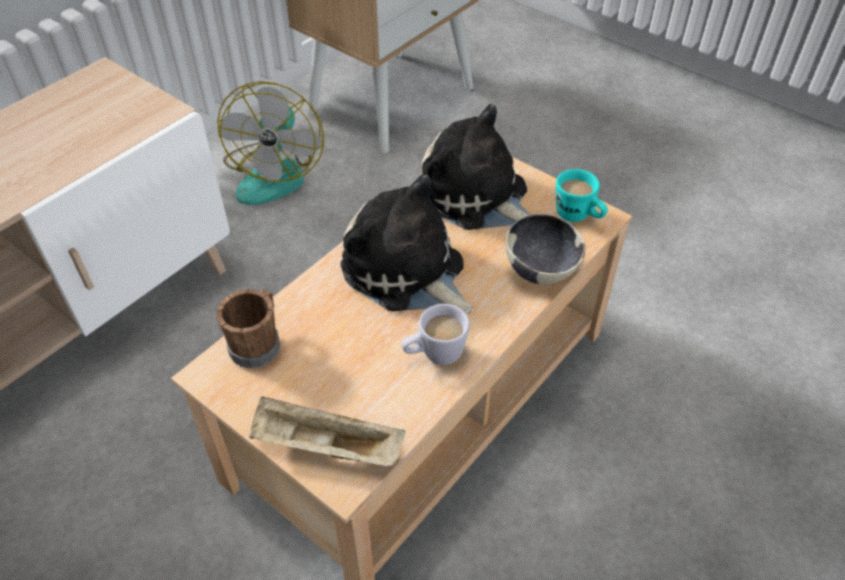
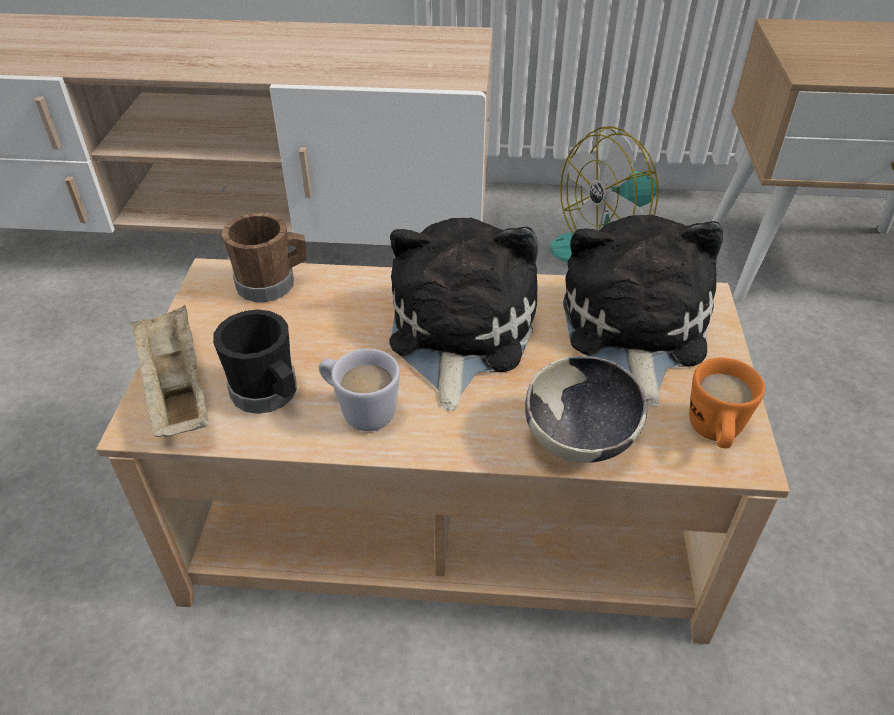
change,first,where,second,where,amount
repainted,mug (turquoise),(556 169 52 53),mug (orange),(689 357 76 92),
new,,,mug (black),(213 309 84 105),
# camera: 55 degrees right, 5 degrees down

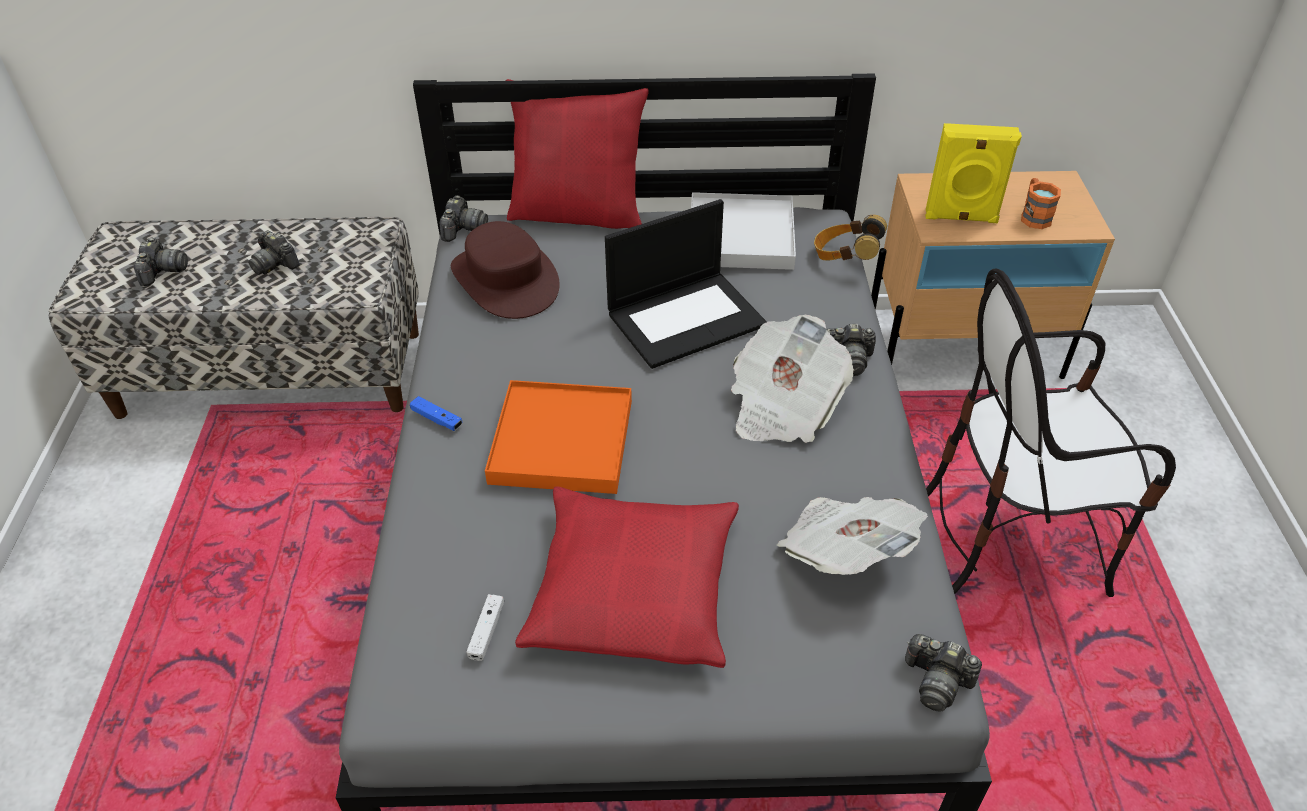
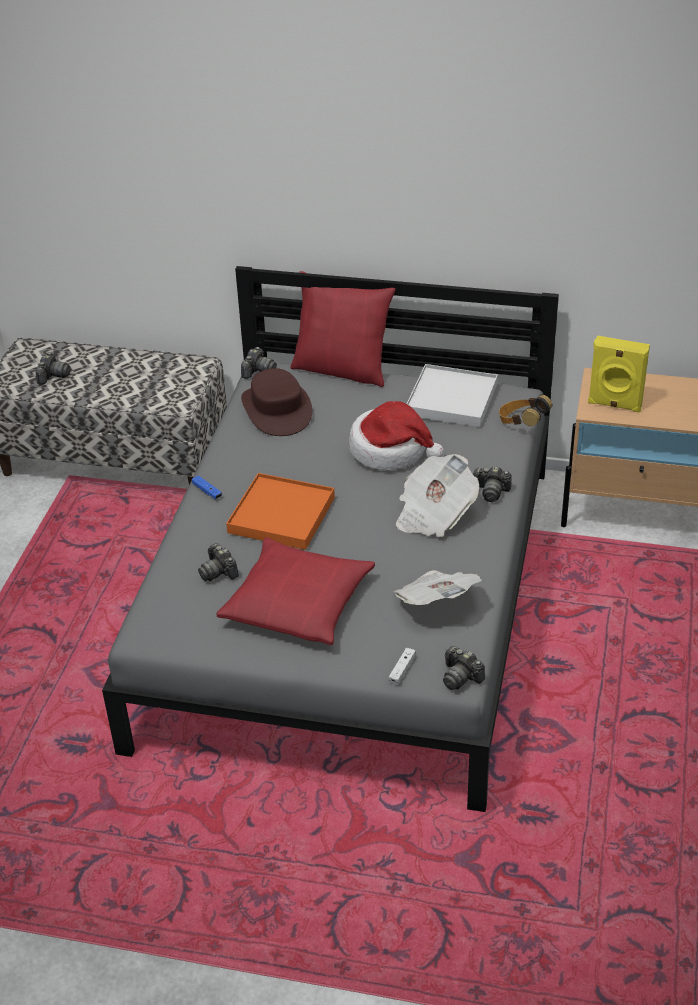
change,first,where,second,where,amount
gone,mug (orange),(1021 178 40 51),,,
swapped,laptop,(605 199 162 170),hat,(349 401 95 69),
shifted,photo camera,(248 230 52 45),,(198 543 41 38),
gone,chair,(926 268 250 329),,,
shifted,game controller (white),(466 594 38 67),,(389 648 27 37),
# camera: 15 degrees right, 5 degrees down

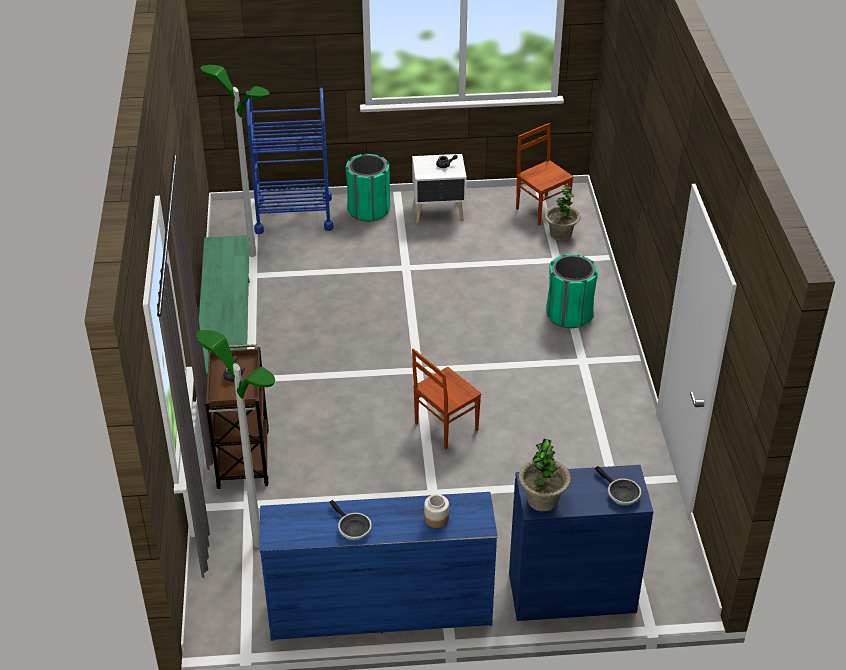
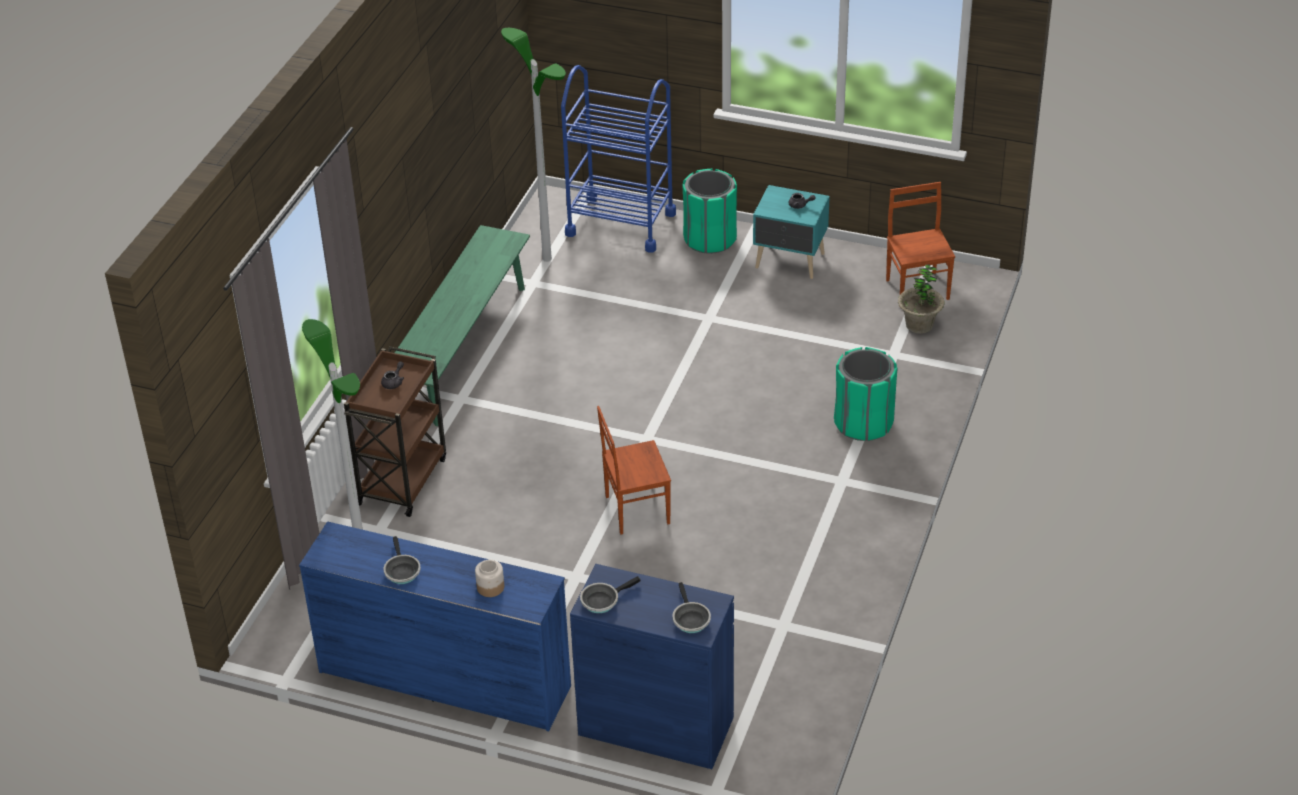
change,first,where,second,where,amount
repainted,nightstand (white),(412 154 55 69),nightstand (turquoise),(753 185 77 94),
swapped,potted plant,(518 439 53 73),frying pan,(580 576 60 37),
# camera: 25 degrees right, 0 degrees up

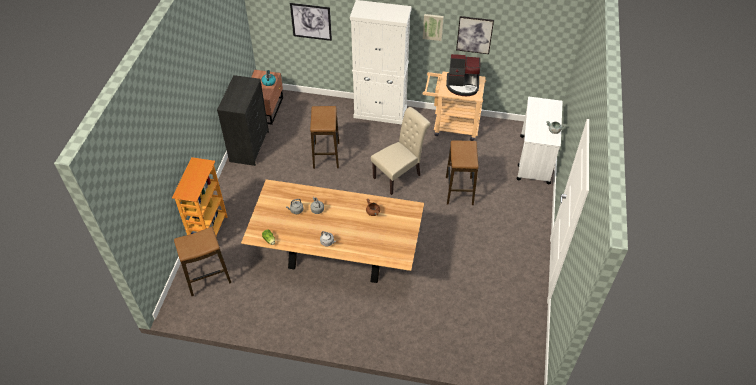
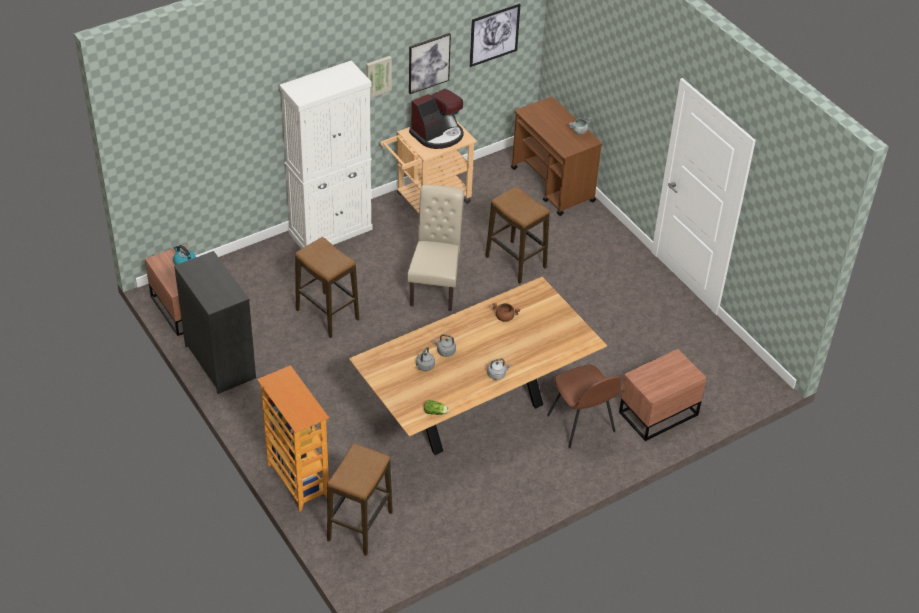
change,first,where,second,where,amount
shifted,picture,(290 3 42 38),,(470 3 51 64),
repainted,cart (white),(517 97 45 87),cart (brown),(511 97 91 119),
new,,,nightstand (brown),(619 349 88 92),
new,,,chair (brown),(547 365 75 83),
# camera: 45 degrees left, 5 degrees down

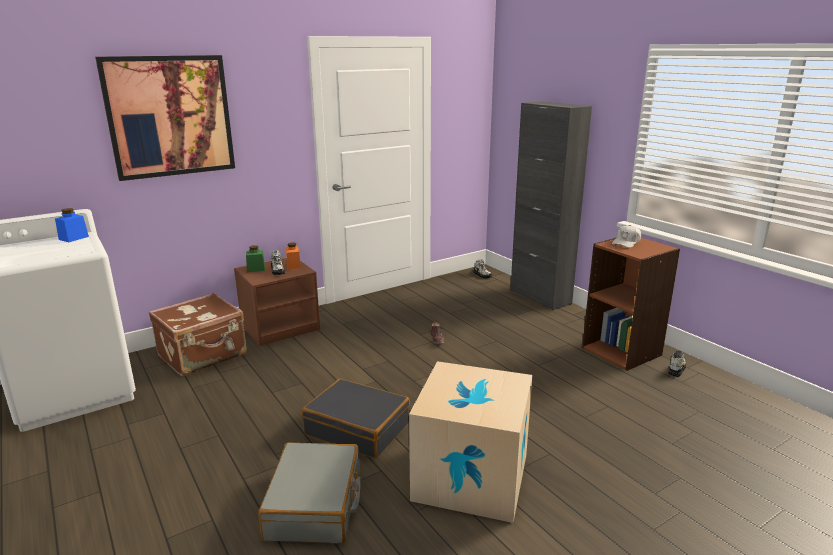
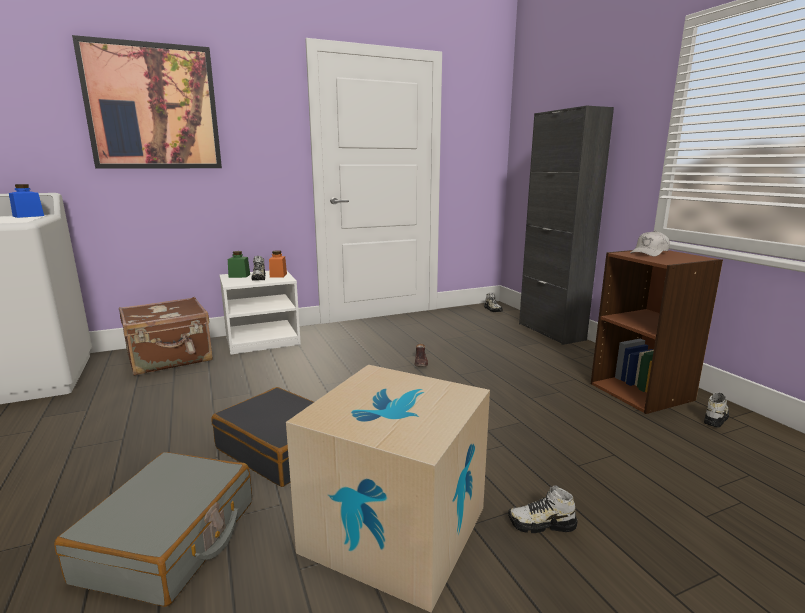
change,first,where,second,where,amount
repainted,nightstand (brown),(234 258 86 88),nightstand (white),(219 271 82 84),
new,,,shoe,(508 485 70 48),
# camera: 10 degrees right, 5 degrees down

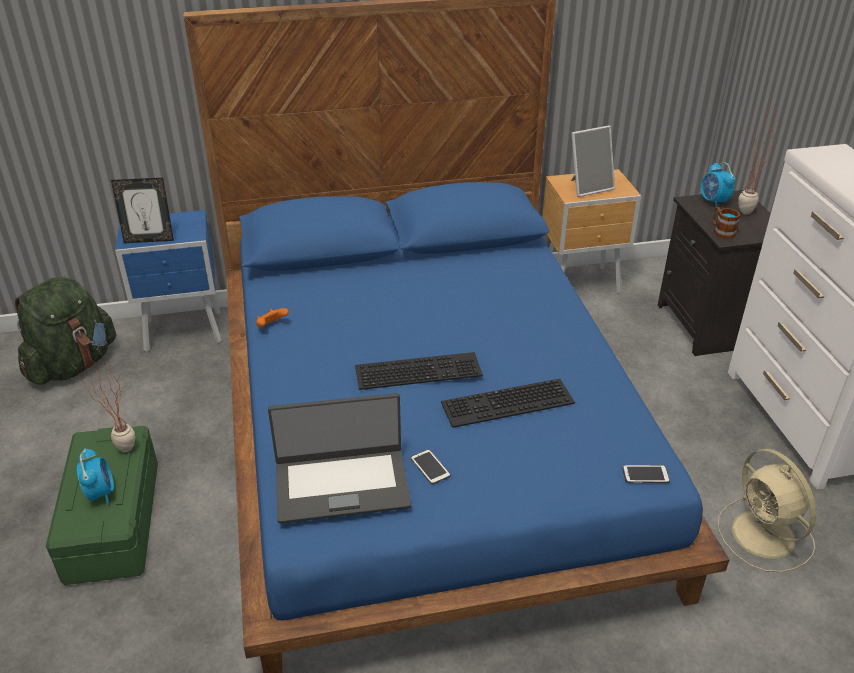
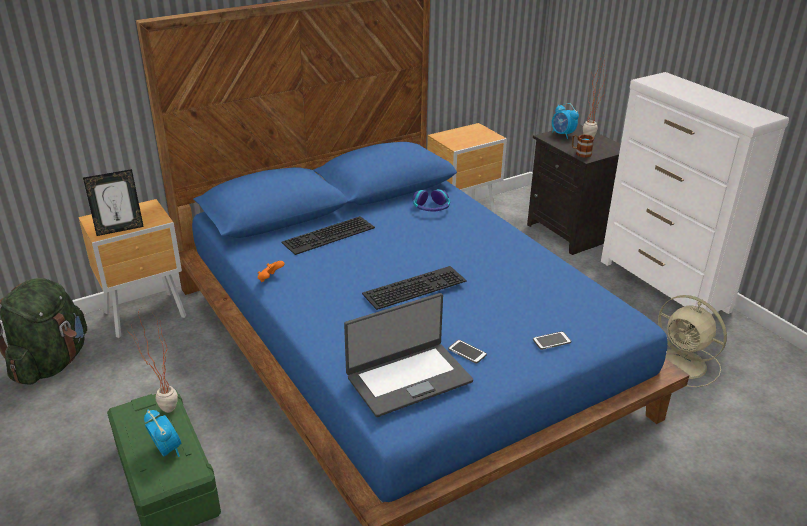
change,first,where,second,where,amount
gone,picture frame,(571 125 44 72),,,
repainted,nightstand (blue),(115 210 107 142),nightstand (brown),(78 199 108 139),
shifted,keyboard,(441 379 134 49),,(281 216 94 39),
shifted,phone,(623 465 47 18),,(533 331 38 19),
new,,,headphones,(413 189 37 23),
# camera: 20 degrees left, 5 degrees down

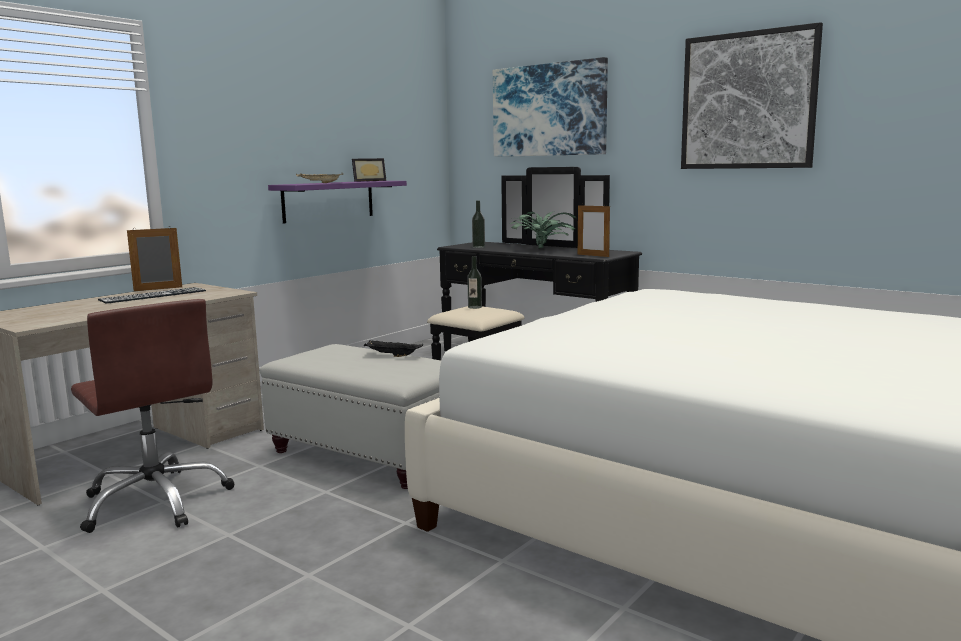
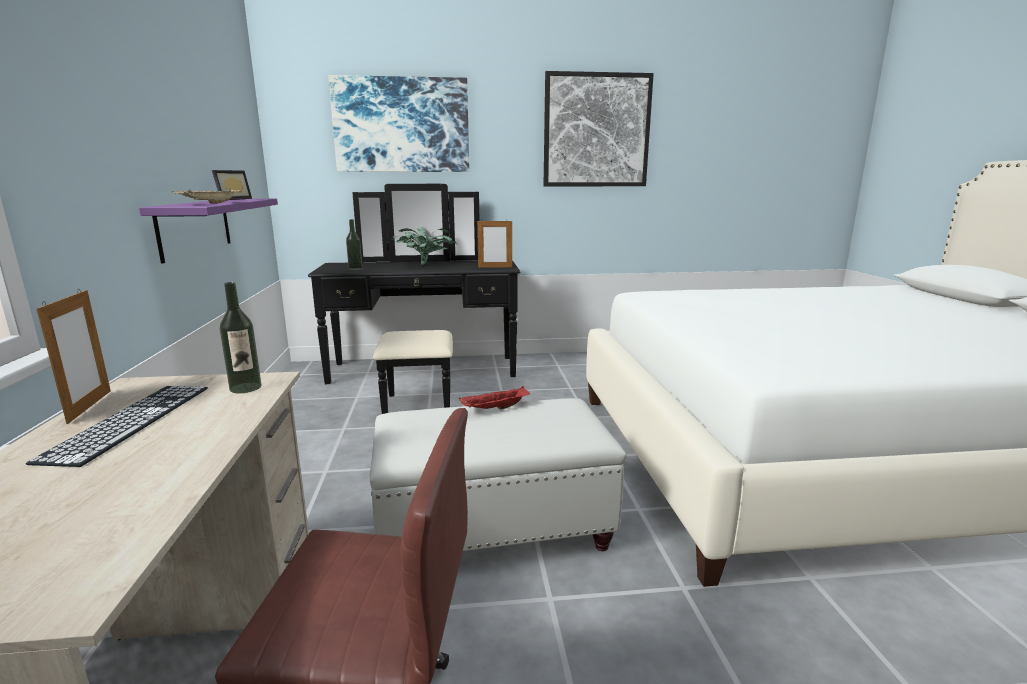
change,first,where,second,where,amount
rotated,picture frame,(127 226 55 65),,(37 289 74 135),150 degrees clockwise
shifted,bottle,(467 256 15 53),,(220 282 42 111),
repainted,tray (black),(364 340 59 17),tray (red),(459 386 71 24),
# camera: 45 degrees left, 5 degrees up

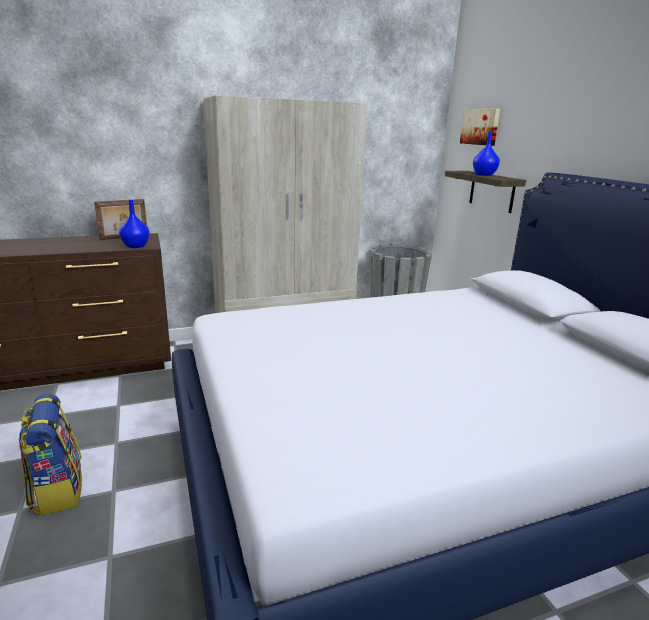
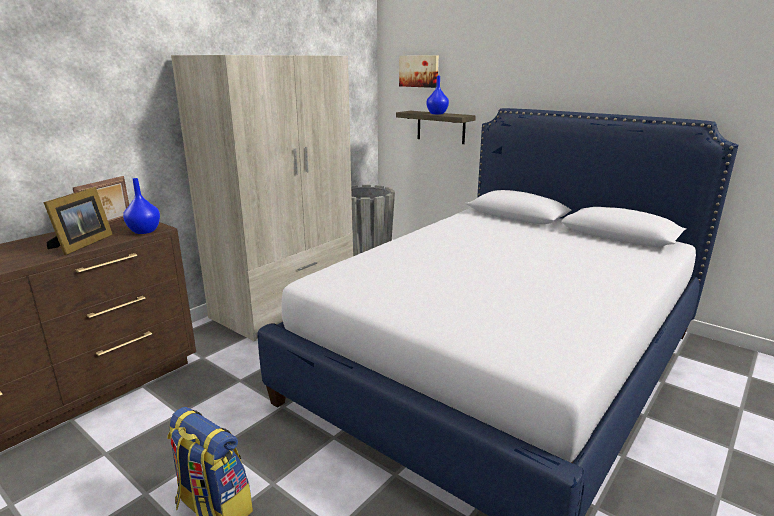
change,first,where,second,where,amount
new,,,picture frame,(43 187 70 68),
# camera: 30 degrees left, 0 degrees up

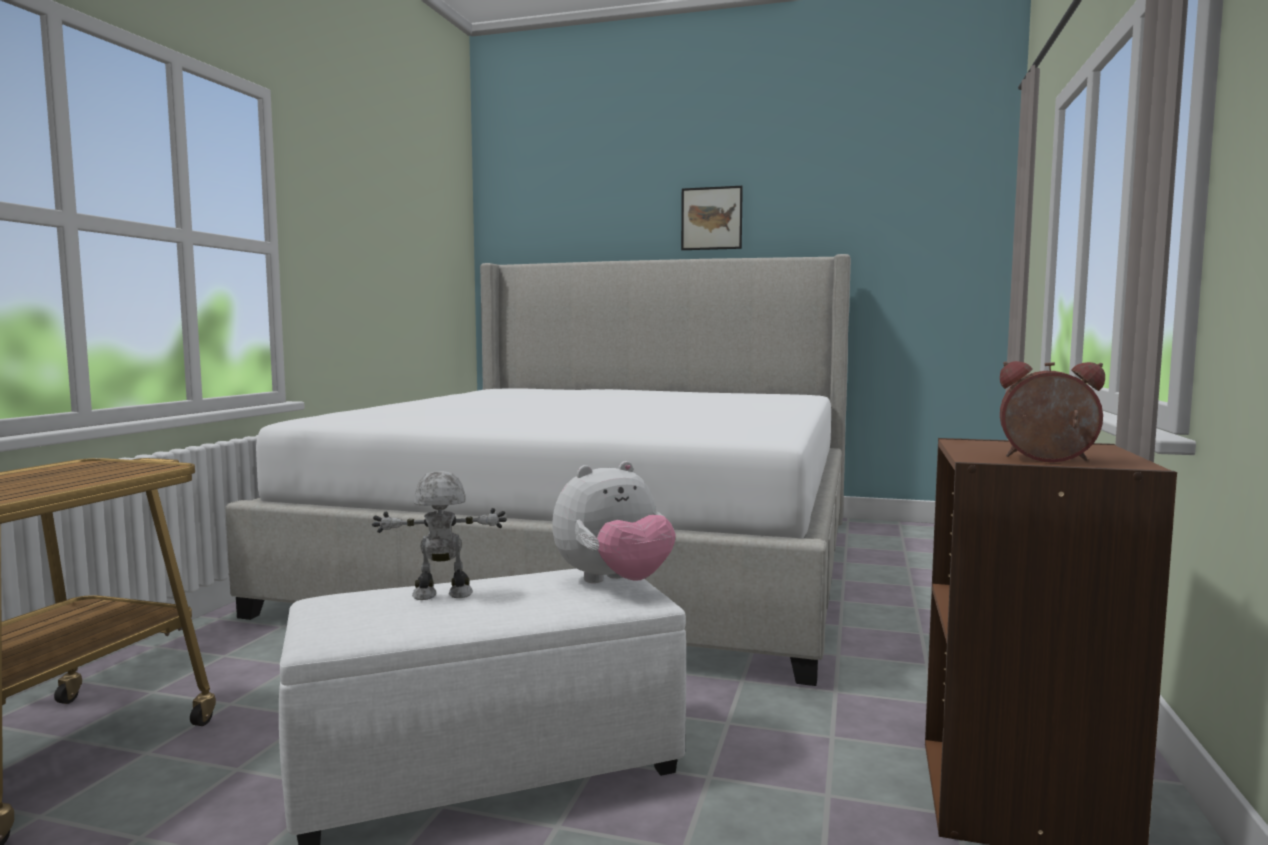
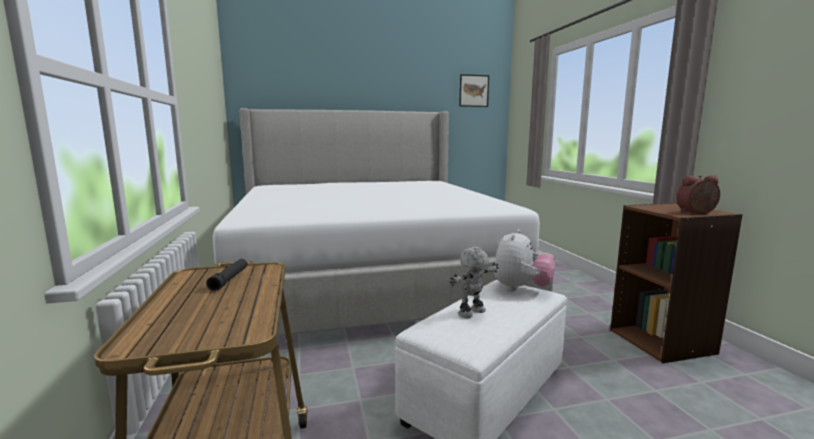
change,first,where,second,where,amount
shifted,picture,(681 186 62 64),,(459 74 30 33),
new,,,flashlight (black),(206 259 41 32),
# camera: 30 degrees left, 5 degrees up

